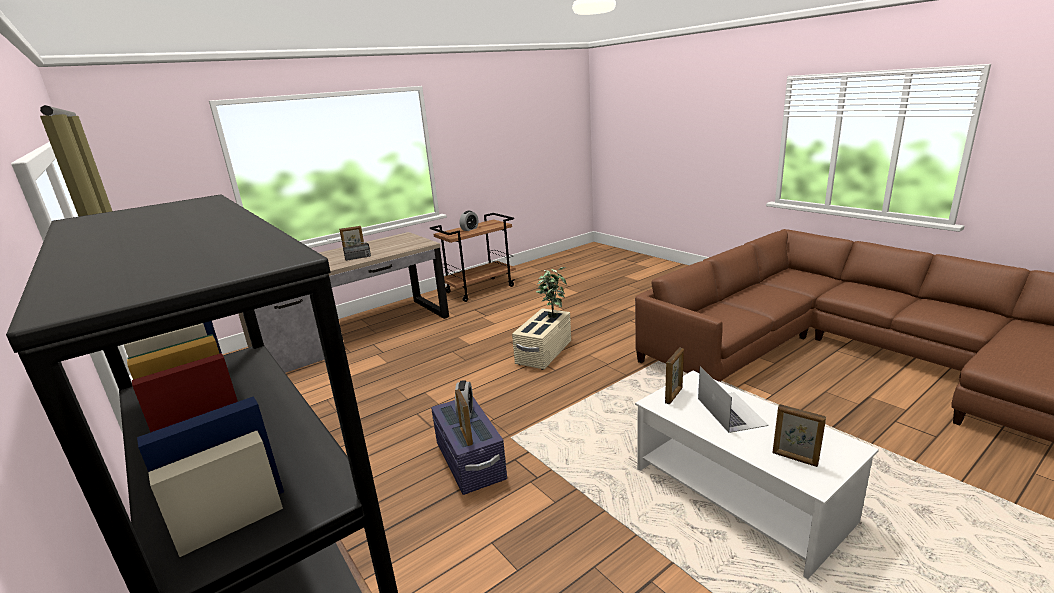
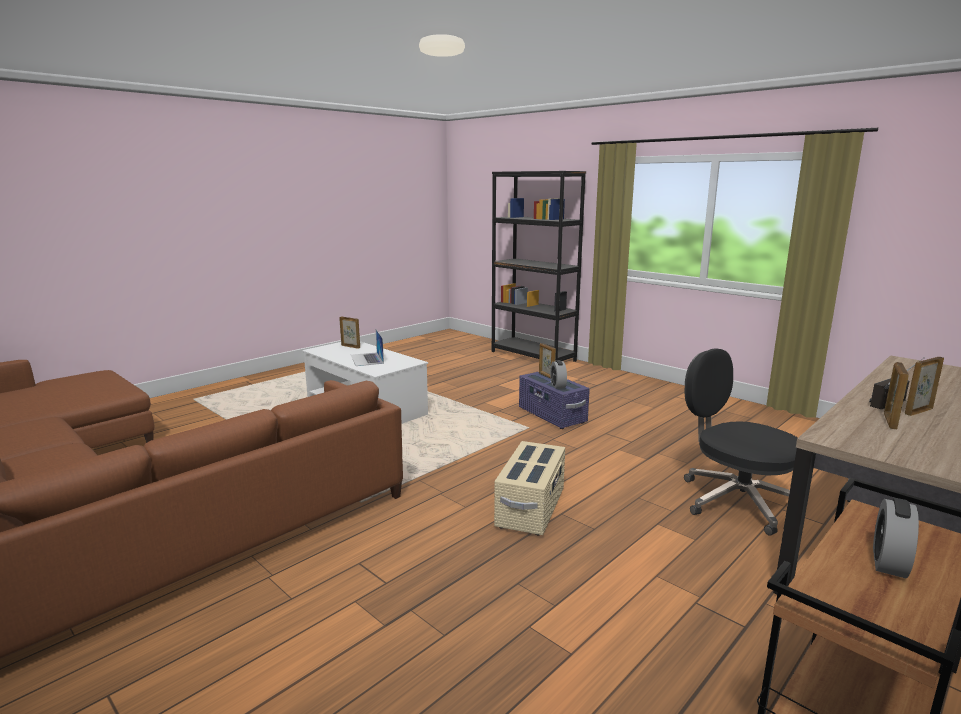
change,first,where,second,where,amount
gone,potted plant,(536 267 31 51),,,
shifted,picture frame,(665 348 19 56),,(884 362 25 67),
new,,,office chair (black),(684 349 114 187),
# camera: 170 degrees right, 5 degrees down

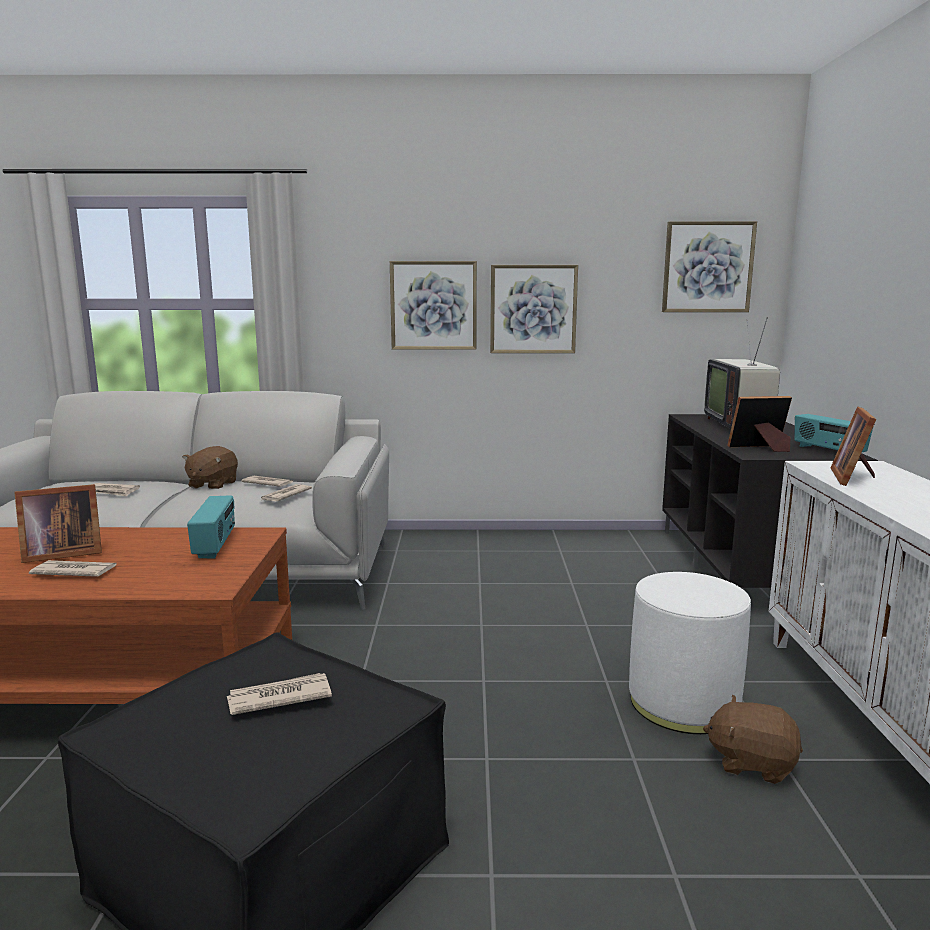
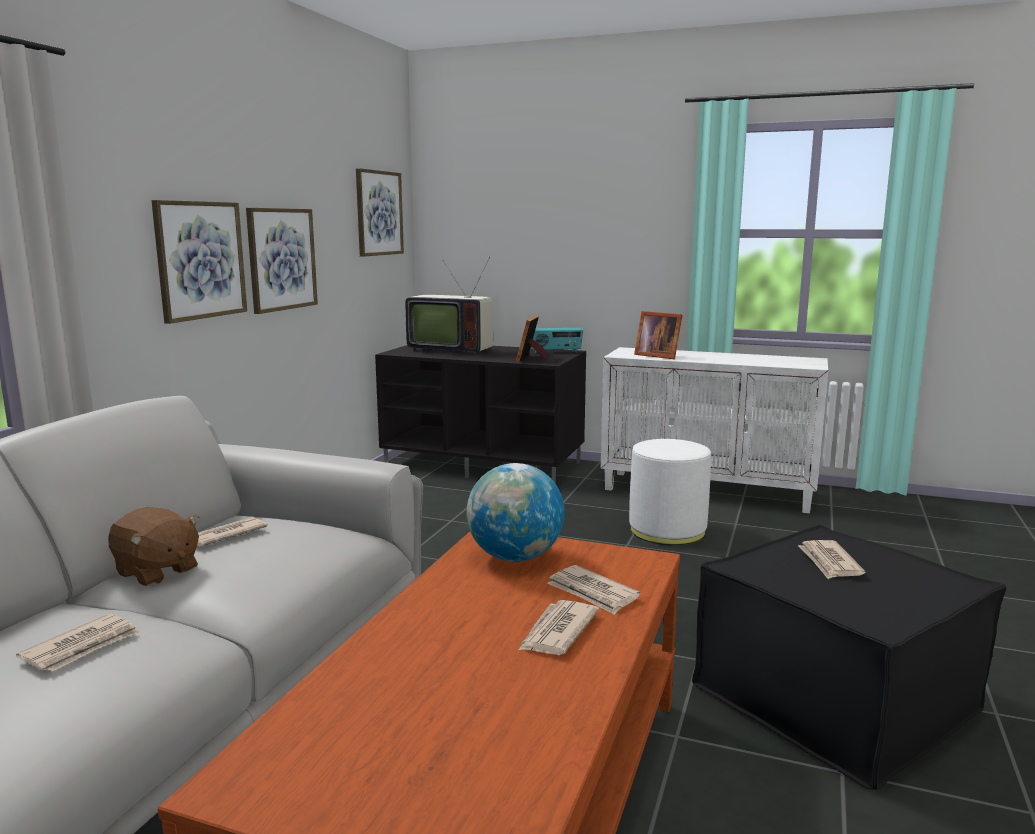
change,first,where,second,where,amount
gone,picture frame,(14 484 88 79),,,
shifted,newspaper,(261 484 51 17),,(547 565 93 50),
swapped,radio,(187 495 48 64),globe,(466 463 99 99),
gone,plush toy (brown),(703 695 100 89),,,
# camera: 70 degrees left, 0 degrees up

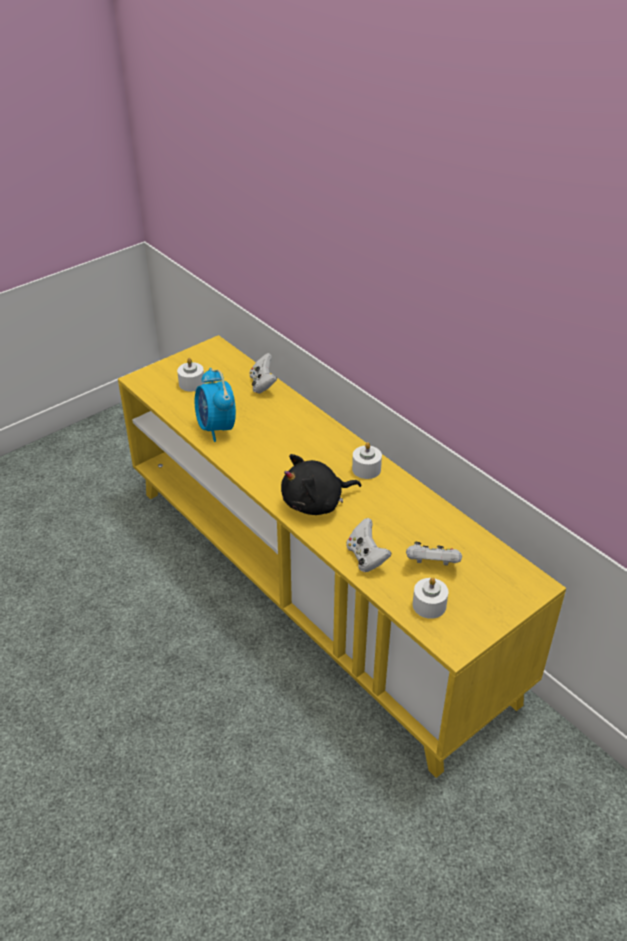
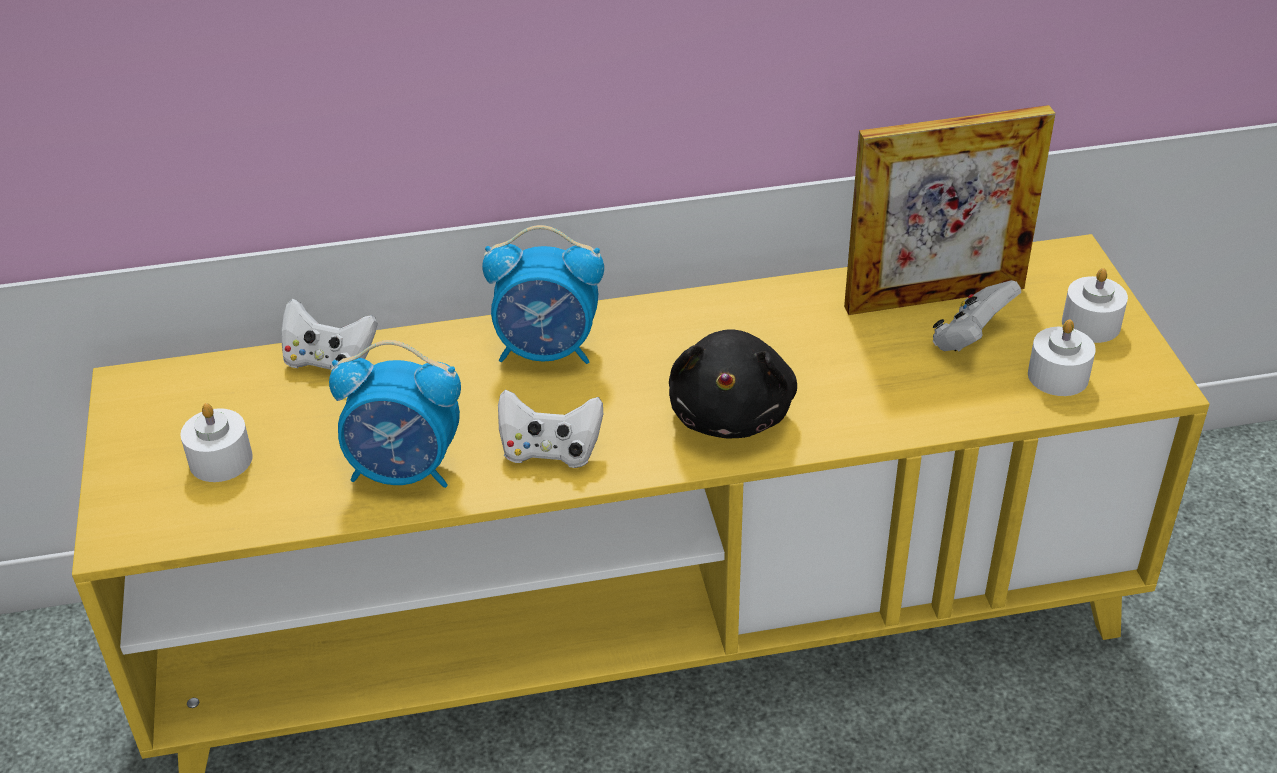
change,first,where,second,where,amount
shifted,candle (white),(352 442 30 37),,(1062 268 66 75),
shifted,game controller (white),(346 518 45 54),,(498 390 105 78),
new,,,picture frame,(844 105 212 210),
new,,,alarm clock,(482 225 122 139),
# camera: 60 degrees left, 0 degrees up

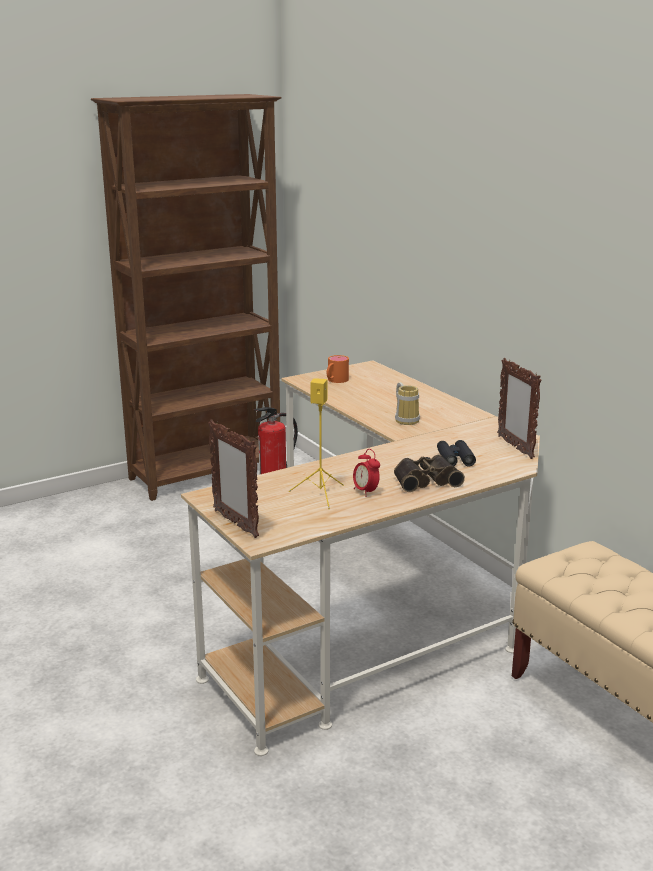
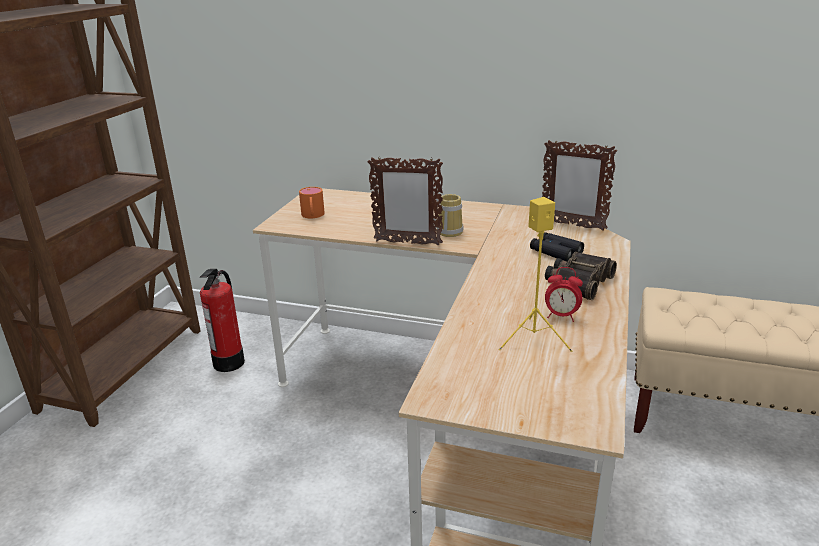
change,first,where,second,where,amount
shifted,picture frame,(208 419 51 119),,(368 157 75 89),
# camera: 40 degrees left, 5 degrees up

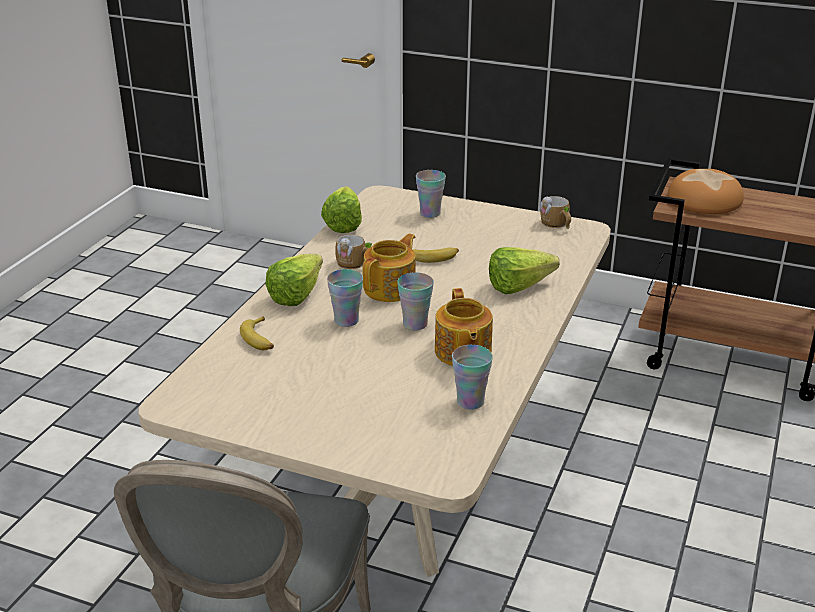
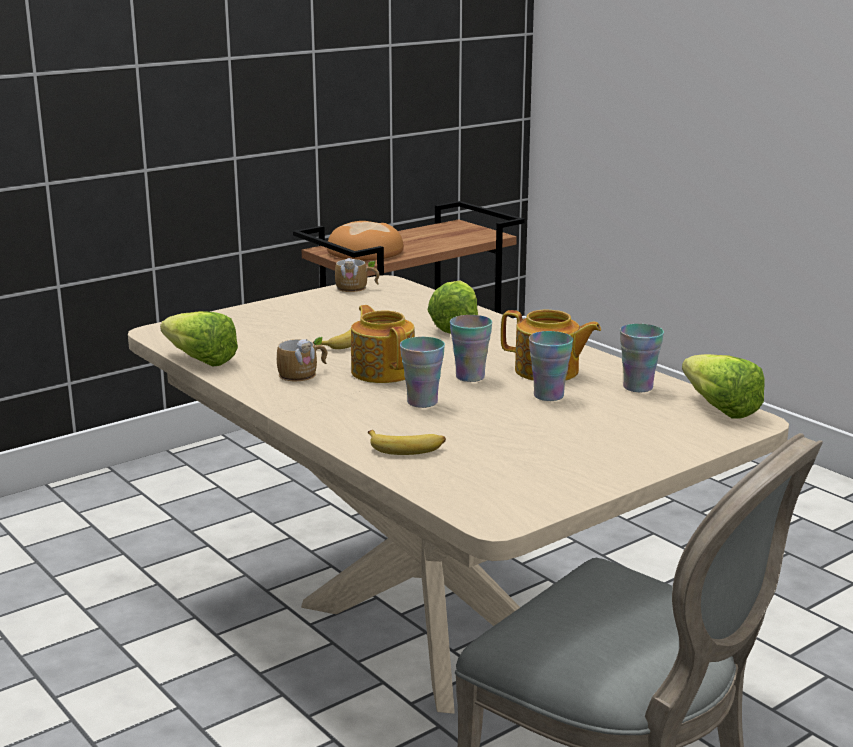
change,first,where,second,where,amount
shifted,cup,(416 170 30 48),,(529 331 44 70),
shifted,lettuce,(266 254 57 52),,(682 354 83 65),
# camera: 60 degrees left, 10 degrees down

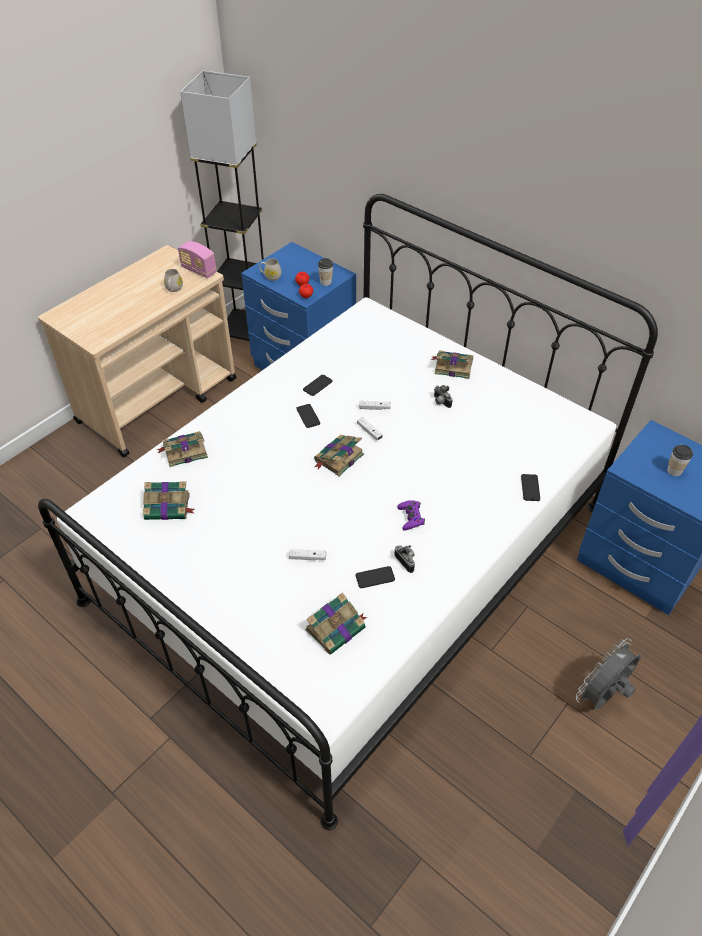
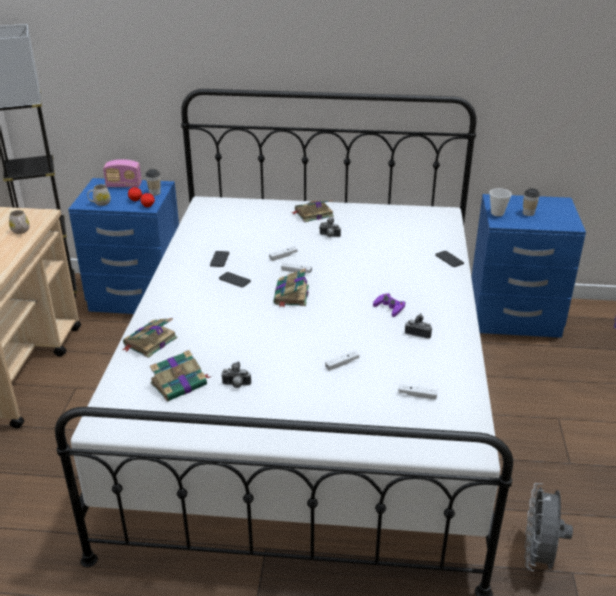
change,first,where,second,where,amount
shifted,radio,(178 241 39 37),,(103 159 39 28),
gone,phone,(355 566 40 22),,,
swapped,book,(305 592 62 62),game controller (white),(398 384 40 16),
shifted,fan (grey),(576 638 66 72),,(524 483 49 88),
new,,,cup,(489 188 23 28),
new,,,photo camera,(221 362 30 26),
# camera: 35 degrees left, 15 degrees down

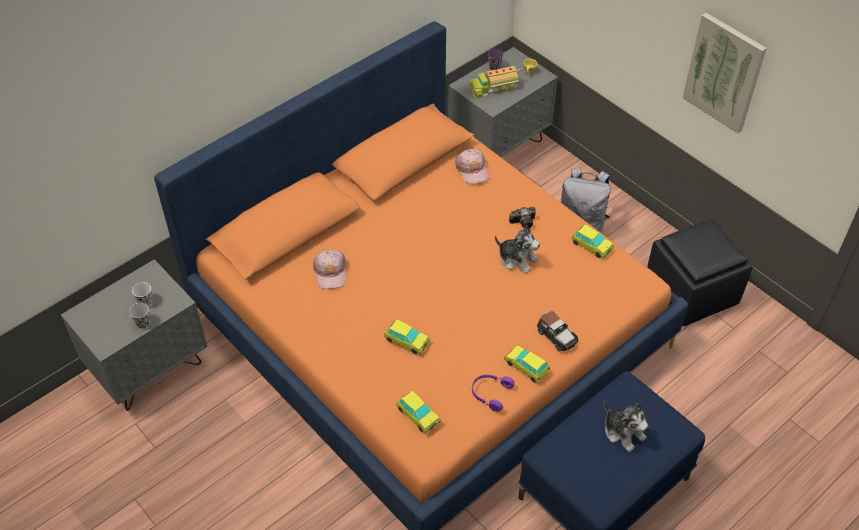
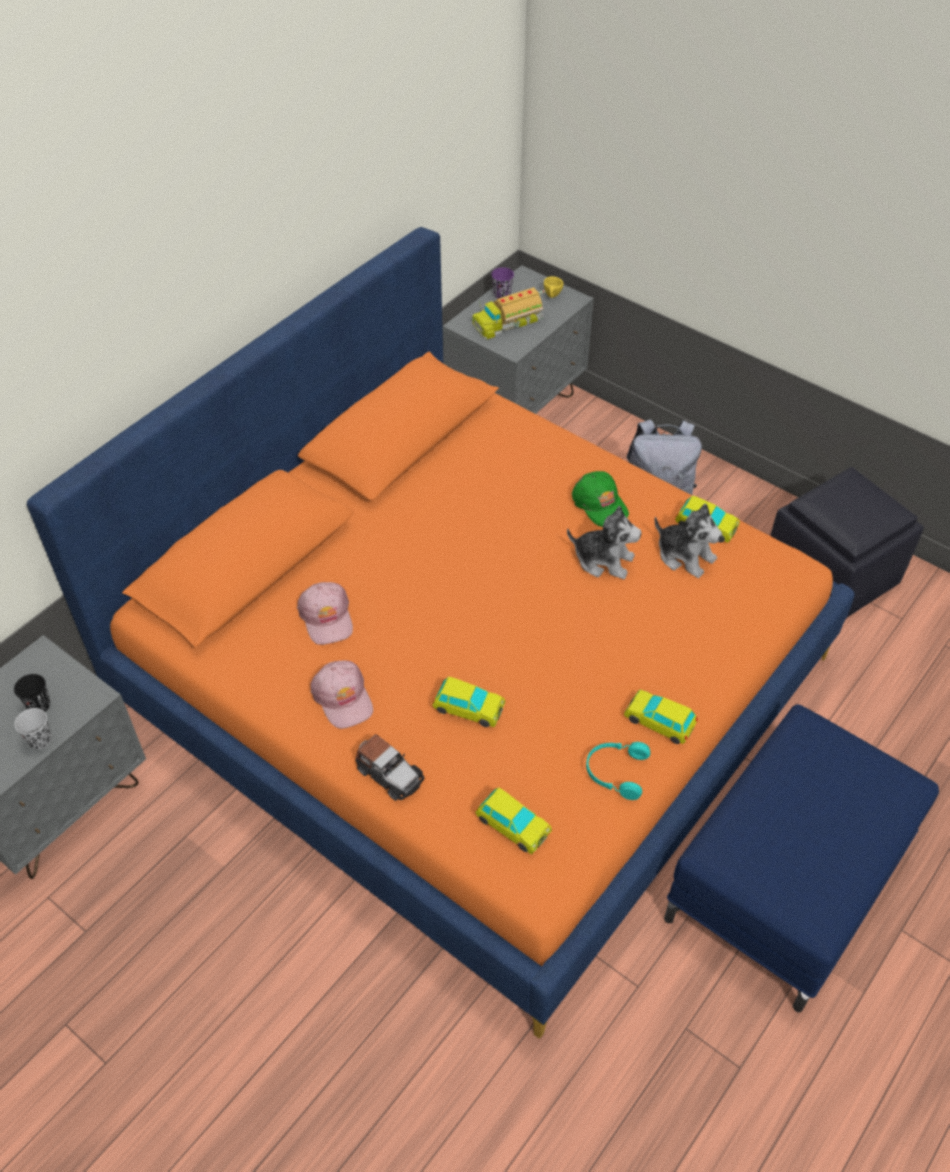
change,first,where,second,where,amount
gone,picture,(683 13 84 120),,,
shifted,cap (pink),(455 149 34 35),,(310 660 63 69),
swapped,photo camera,(509 206 27 22),cap (green),(572 471 57 56),
repainted,cup (white),(132 282 21 25),cup (black),(14 674 36 38),
shifted,toy car,(537 311 42 41),,(356 734 69 67),
repainted,headphones (purple),(472 375 42 37),headphones (turquoise),(586 742 64 58),
shifted,plush toy,(604 402 45 50),,(655 503 67 75),
# camera: 10 degrees left, 0 degrees up

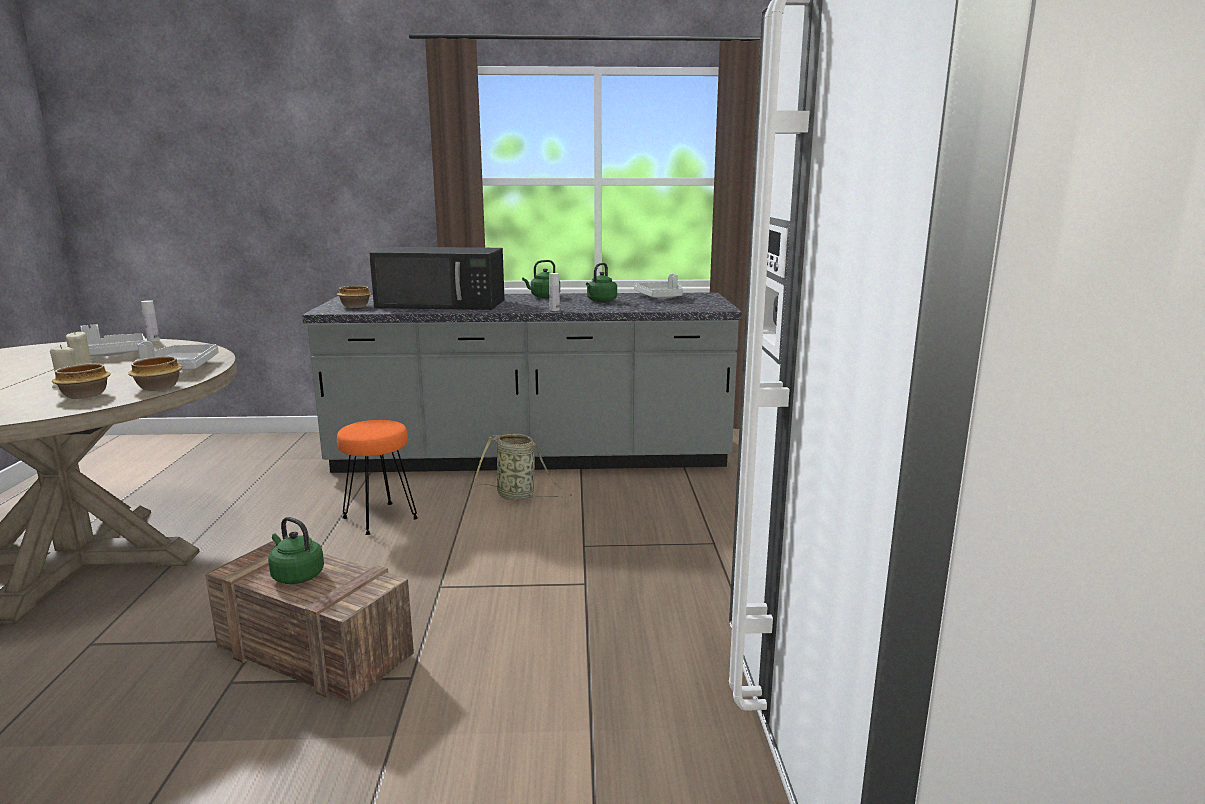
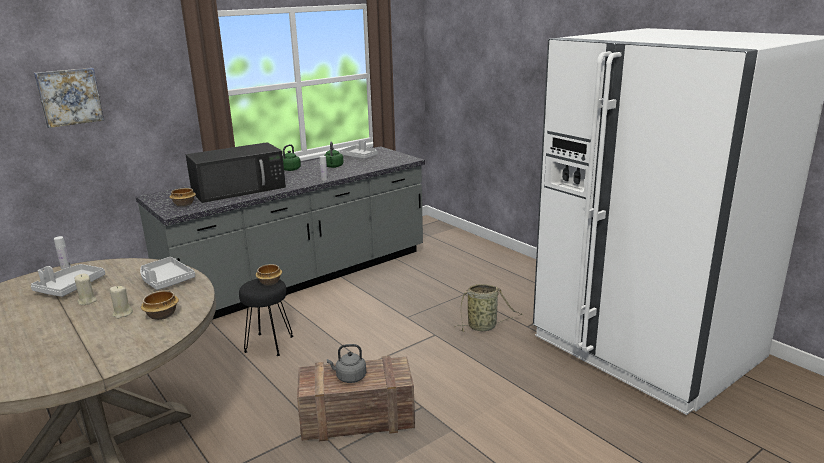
change,first,where,second,where,amount
shifted,bowl,(128 356 55 35),,(256 264 26 21),
repainted,stool (orange),(337 420 81 115),stool (black),(239 279 54 77),
shifted,basket,(472 434 100 66),,(453 284 70 48),
repainted,kettle (green),(268 517 56 67),kettle (grey),(327 344 39 39),
new,,,picture,(34 68 70 60),
# camera: 35 degrees left, 5 degrees up

